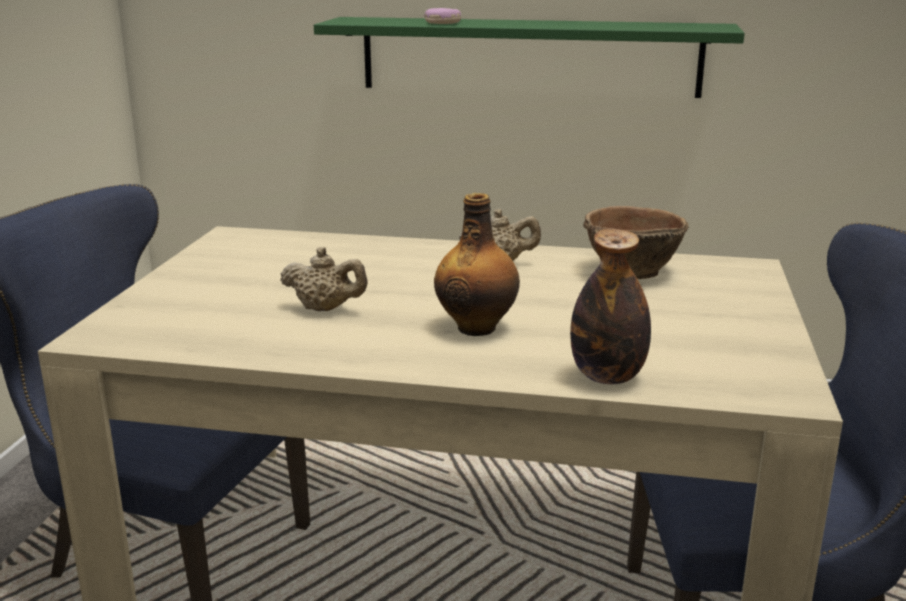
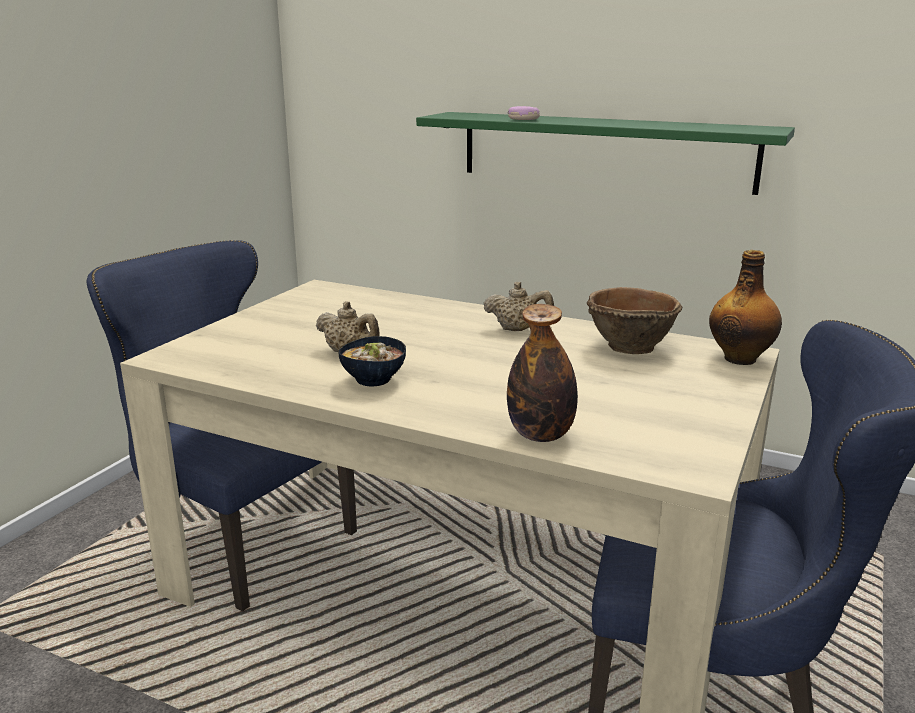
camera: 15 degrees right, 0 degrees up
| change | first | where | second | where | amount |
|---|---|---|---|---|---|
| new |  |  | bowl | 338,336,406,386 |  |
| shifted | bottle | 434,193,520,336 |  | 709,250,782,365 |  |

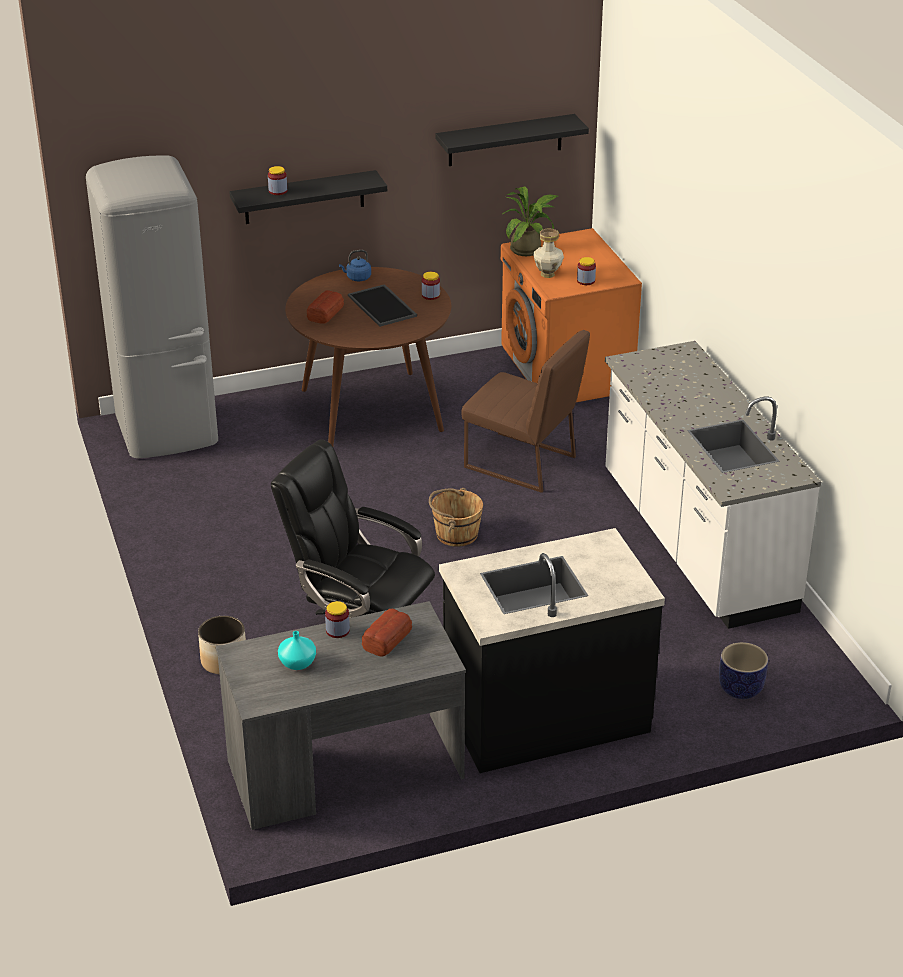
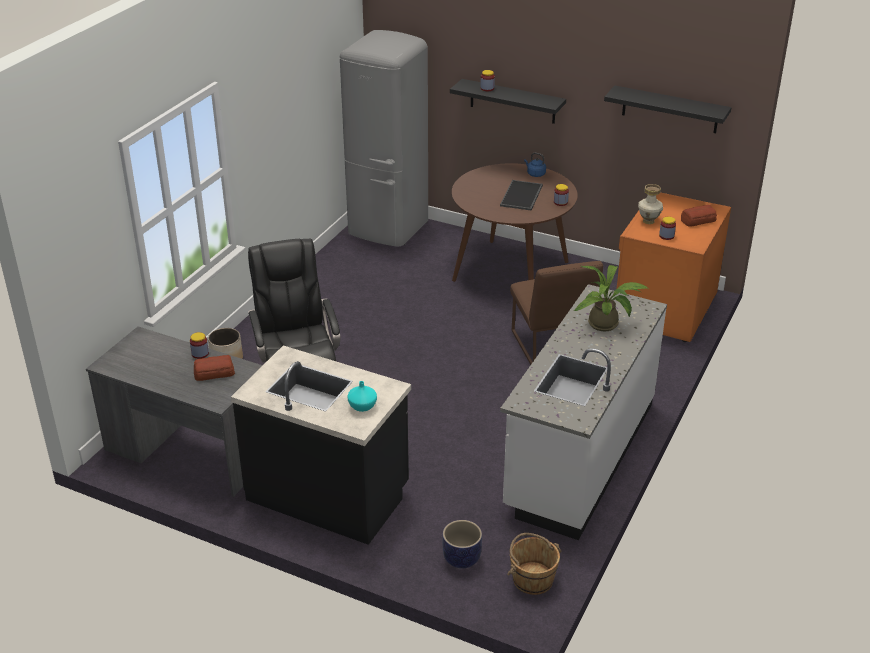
camera: 45 degrees right, 0 degrees up
| change | first | where | second | where | amount |
|---|---|---|---|---|---|
| shifted | turquoise vase | 278,631,316,670 |  | 347,381,377,412 |  |
| shifted | brown bucket | 429,488,483,547 |  | 507,533,561,595 |  |
| shifted | potted plant | 503,187,558,256 |  | 573,265,649,331 |  |
| shifted | bread | 307,290,344,324 |  | 681,205,717,226 |  |

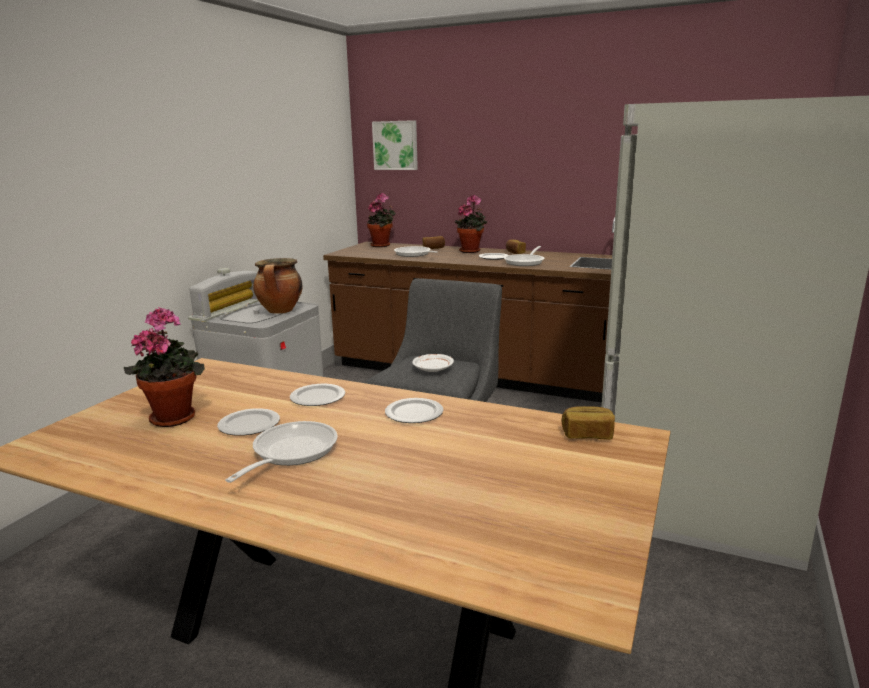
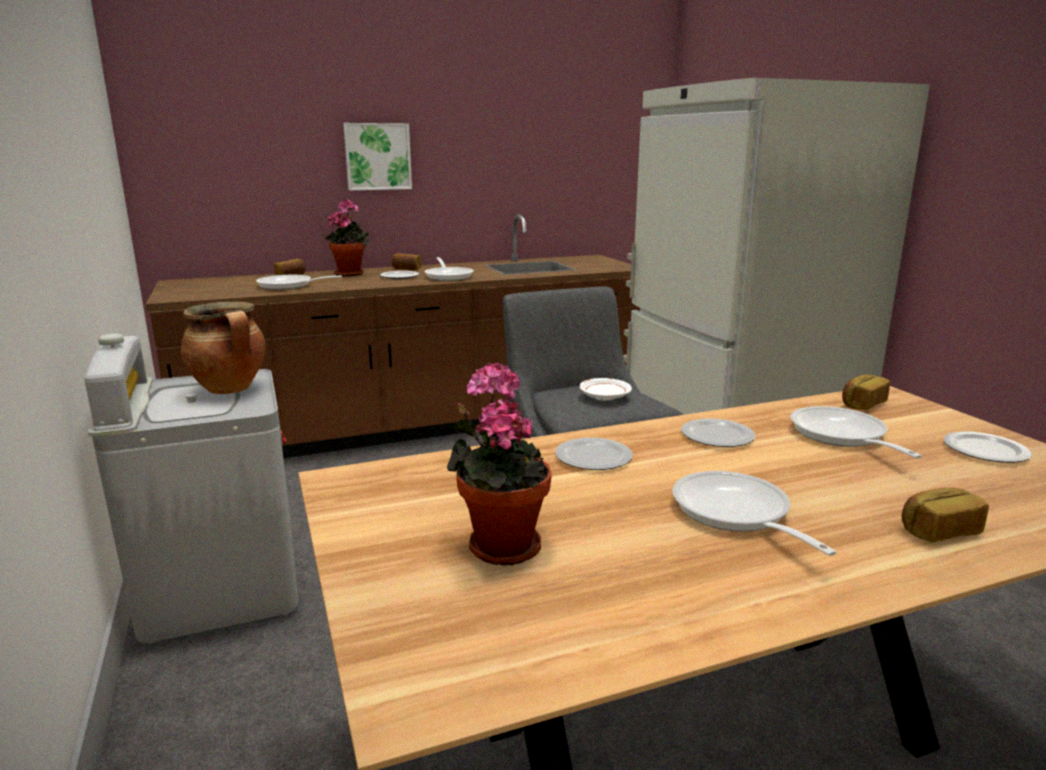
camera: 45 degrees left, 0 degrees up
| change | first | where | second | where | amount |
|---|---|---|---|---|---|
| shifted | picture | 372,120,418,170 |  | 343,123,412,190 |  |
| new |  |  | frying pan | 790,406,922,459 |  |
| new |  |  | bread | 901,488,989,543 |  |
| shifted | plate | 217,408,280,436 |  | 944,431,1032,463 |  |
| gone | potted plant | 367,193,396,247 |  |  |  |

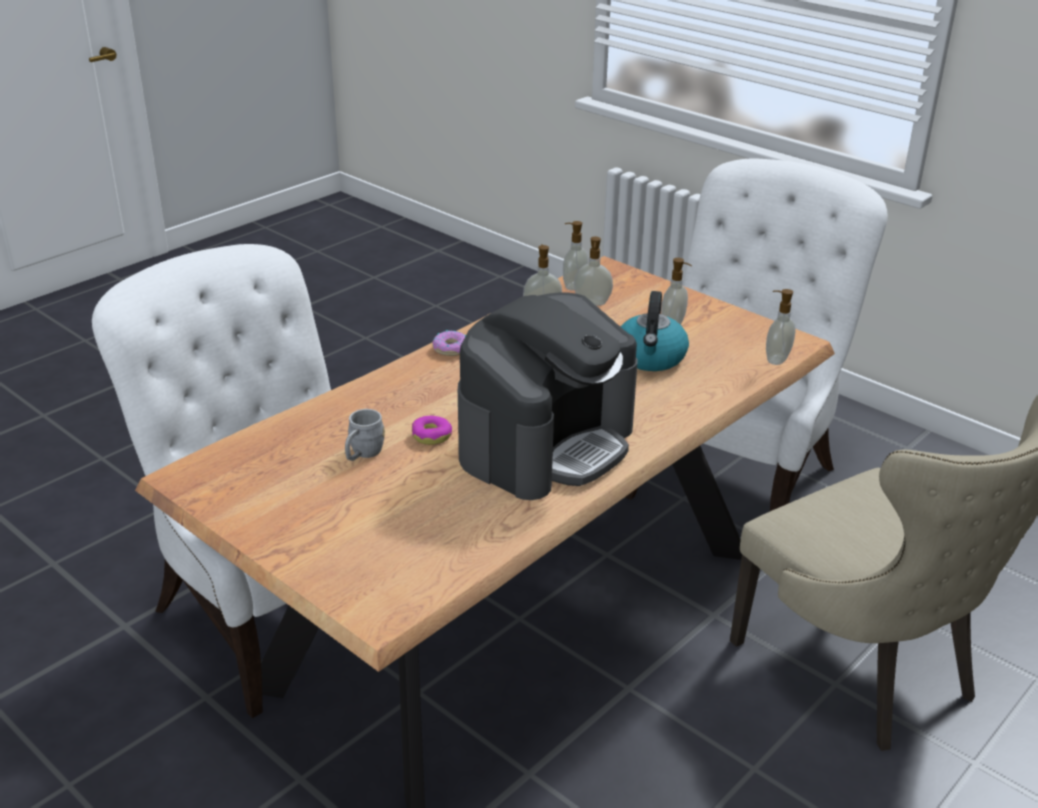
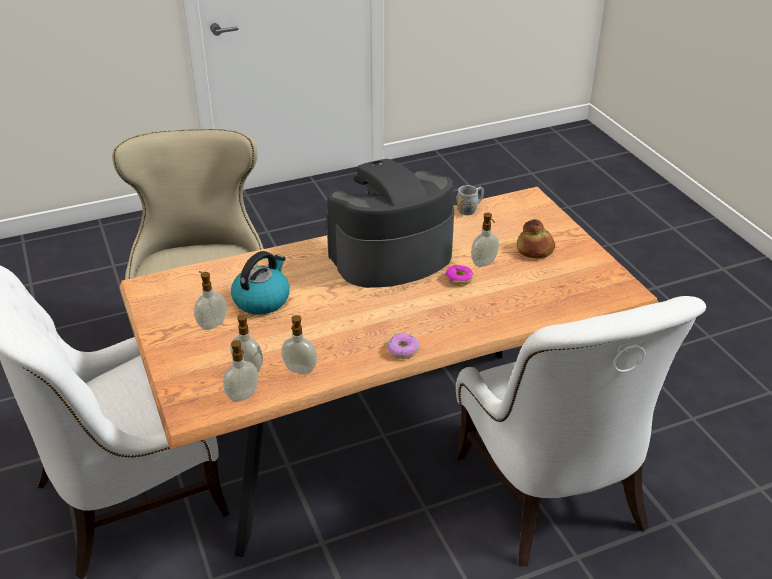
camera: 155 degrees left, 5 degrees up
| change | first | where | second | where | amount |
|---|---|---|---|---|---|
| shifted | grey mug | 345,409,385,461 |  | 456,185,484,215 |  |
| shifted | soap dispenser | 766,289,796,365 |  | 471,213,499,267 |  |
| new |  |  | bread | 517,219,555,258 |  |

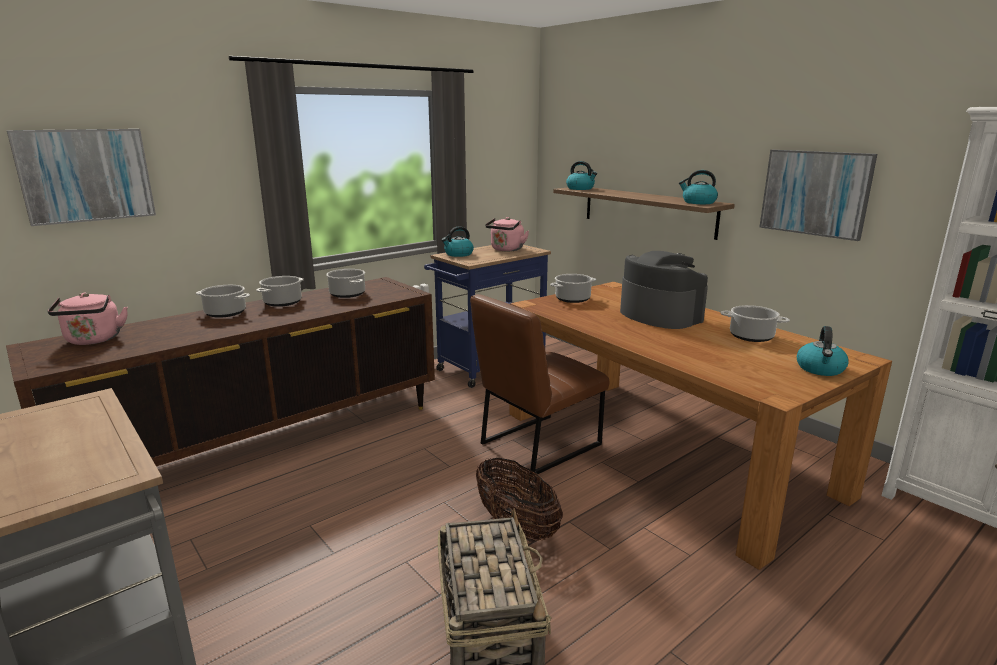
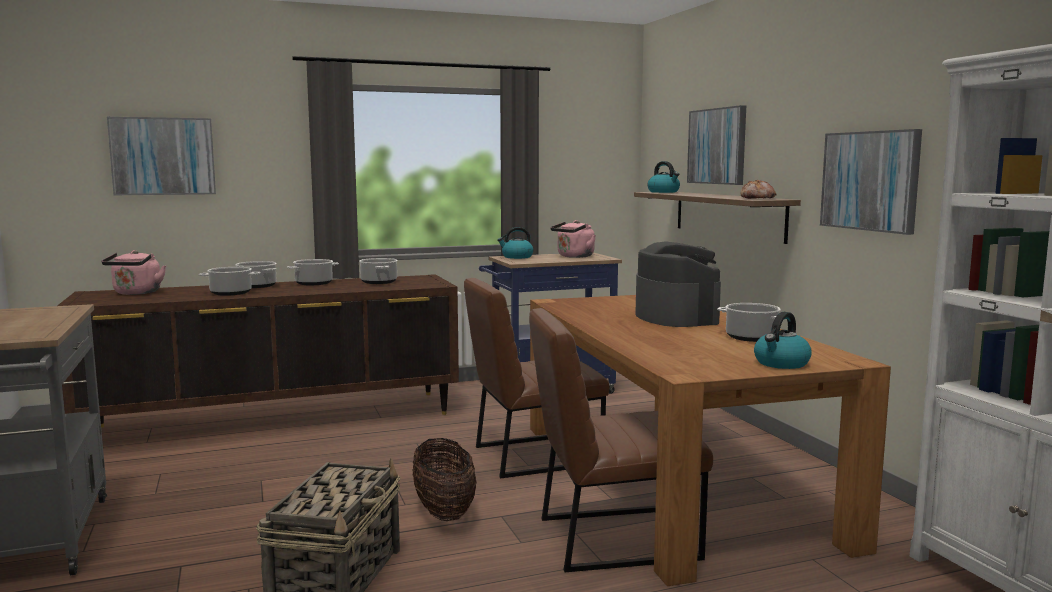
camera: 20 degrees right, 10 degrees down
| change | first | where | second | where | amount |
|---|---|---|---|---|---|
| shifted | cooking pot | 550,274,596,303 |  | 198,267,261,296 |  |
| new |  |  | brown chair | 529,308,713,572 |  |
| new |  |  | picture | 687,105,746,185 |  |
| swapped | kettle | 679,170,718,204 | bread | 741,180,776,199 |  |

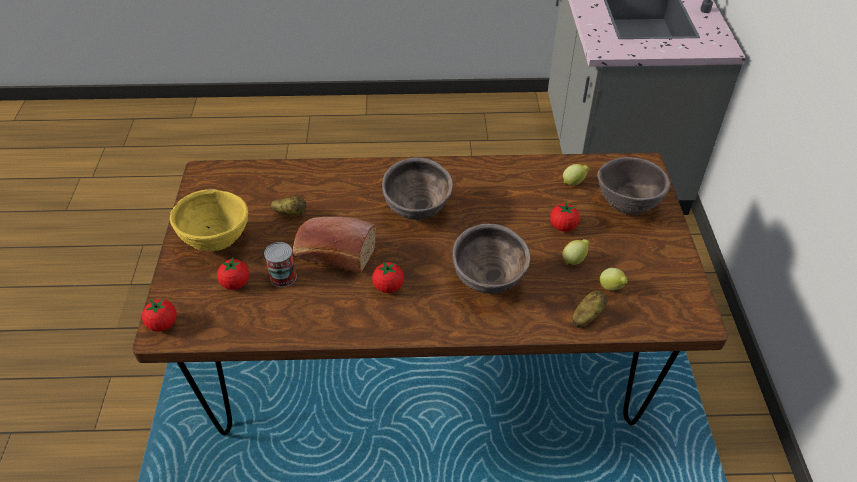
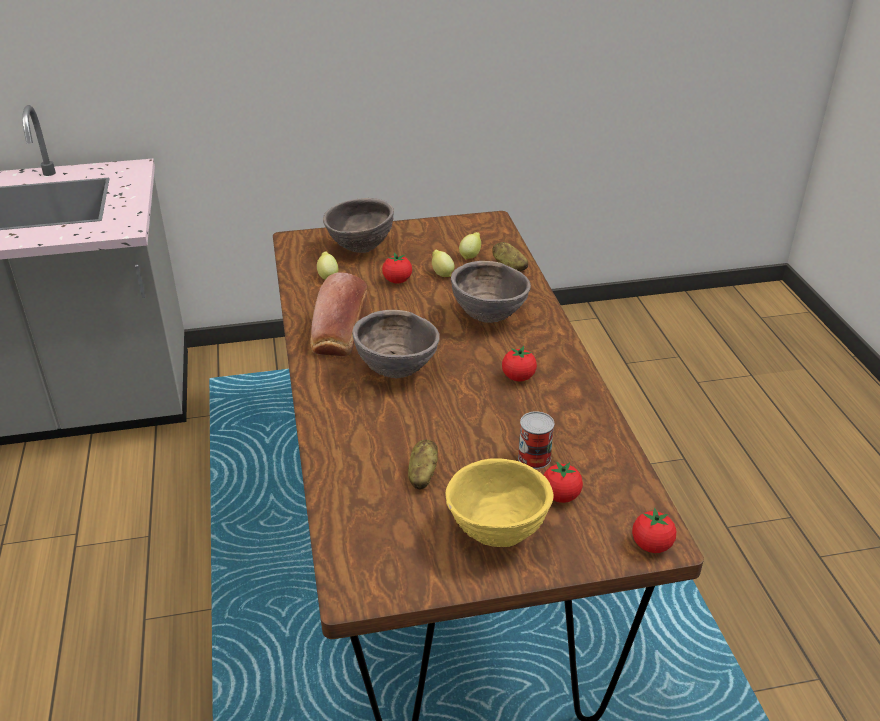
camera: 100 degrees left, 10 degrees down
| change | first | where | second | where | amount |
|---|---|---|---|---|---|
| shifted | bread | 293,217,376,273 |  | 310,272,367,356 |  |

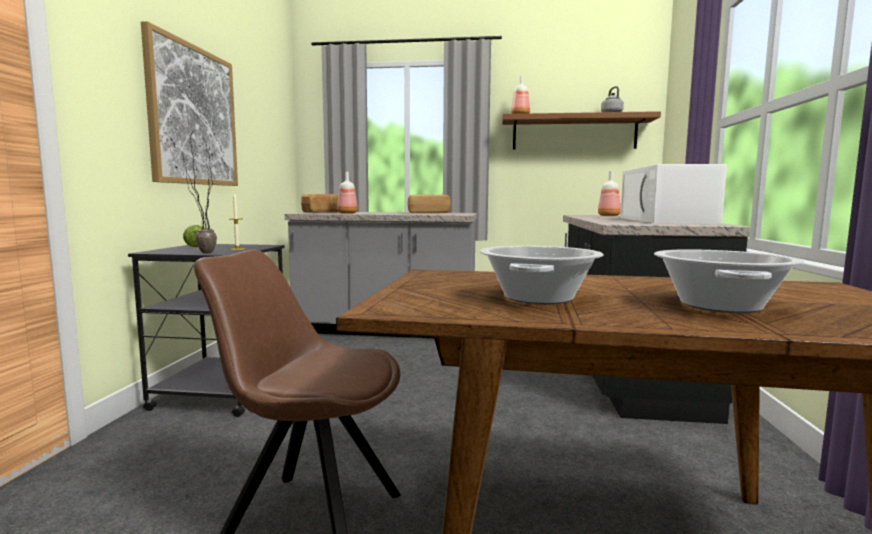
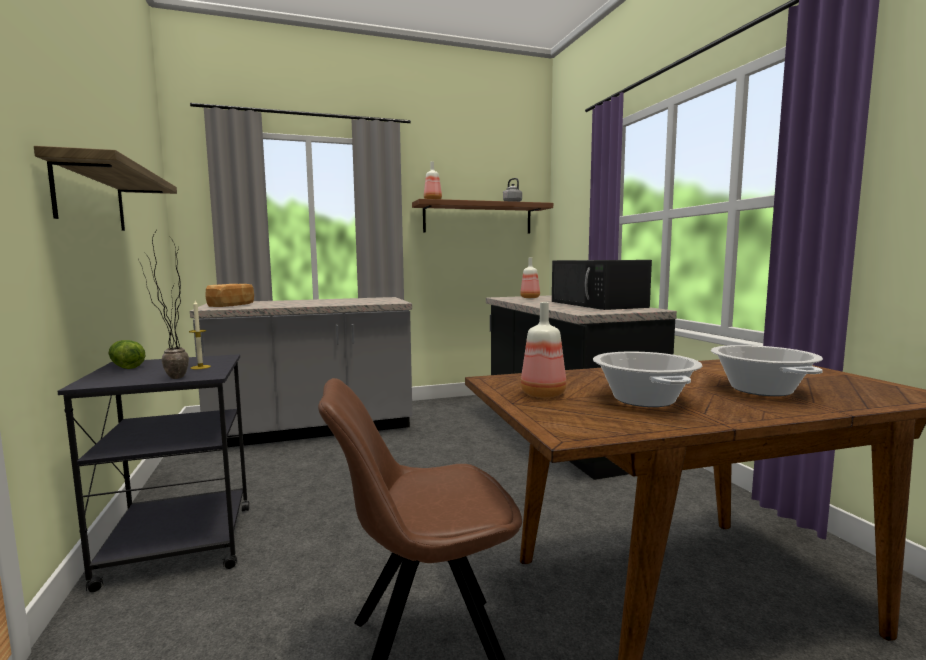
camera: 25 degrees left, 0 degrees up
| change | first | where | second | where | amount |
|---|---|---|---|---|---|
| swapped | picture | 141,21,238,186 | shelf | 34,146,177,231 |  |
| shifted | bottle | 337,172,358,214 |  | 521,302,567,398 |  |
| repainted | white microwave | 620,164,727,224 | black microwave | 552,260,652,310 |  |
| gone | bread | 408,195,451,213 |  |  |  |

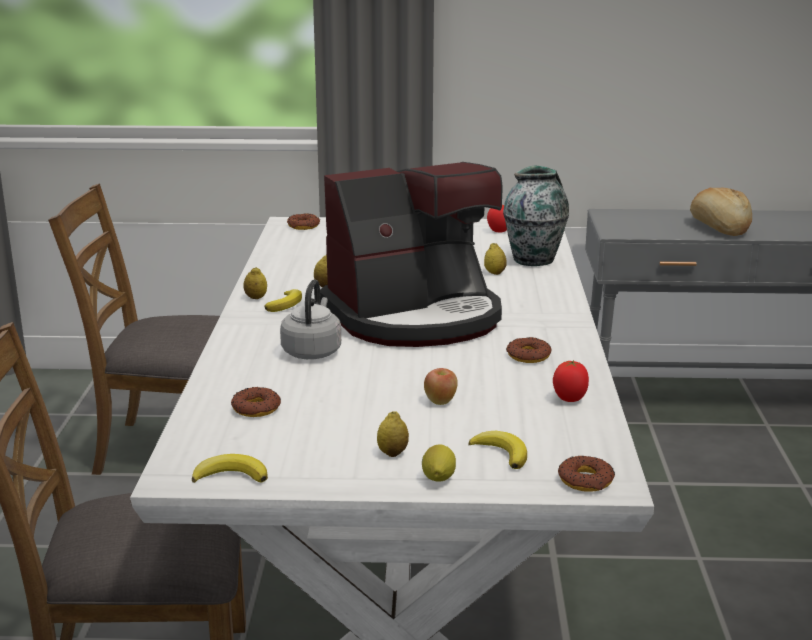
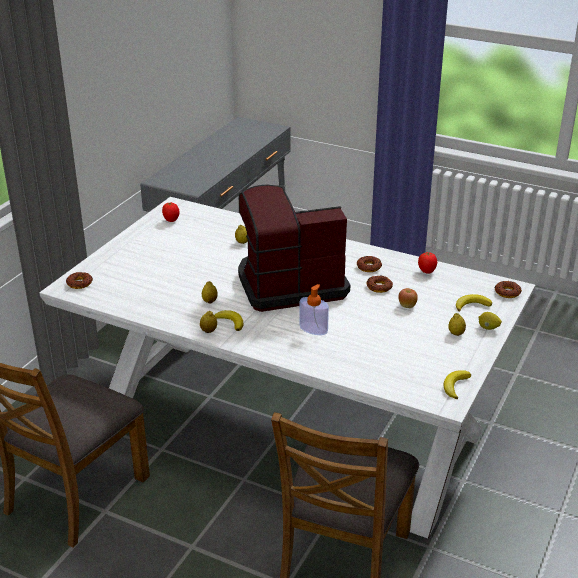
camera: 65 degrees left, 10 degrees up
| change | first | where | second | where | amount |
|---|---|---|---|---|---|
| rotated | coffee machine | 320,162,503,347 |  | 238,185,350,312 | 105 degrees counterclockwise |
| swapped | grey kettle | 280,280,341,359 | soap dispenser | 299,284,329,335 |  |
| shifted | donut | 231,387,281,417 |  | 366,276,393,293 |  |
| gone | vase | 503,166,569,266 |  |  |  |
| gone | bread | 690,188,752,236 |  |  |  |

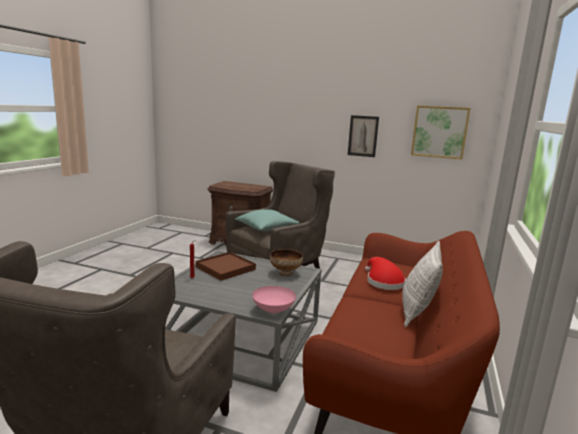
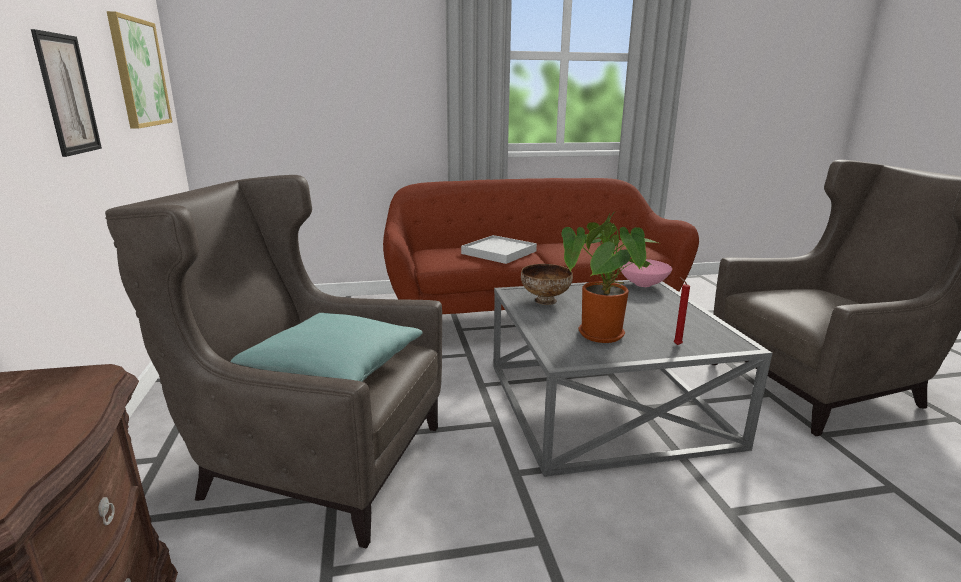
camera: 120 degrees left, 5 degrees up
| change | first | where | second | where | amount |
|---|---|---|---|---|---|
| swapped | red hat | 365,257,406,290 | white tray | 461,235,537,264 |  |
| swapped | brown tray | 196,252,256,281 | potted plant | 561,212,658,343 |  |
| gone | pillow | 402,241,443,327 |  |  |  |

